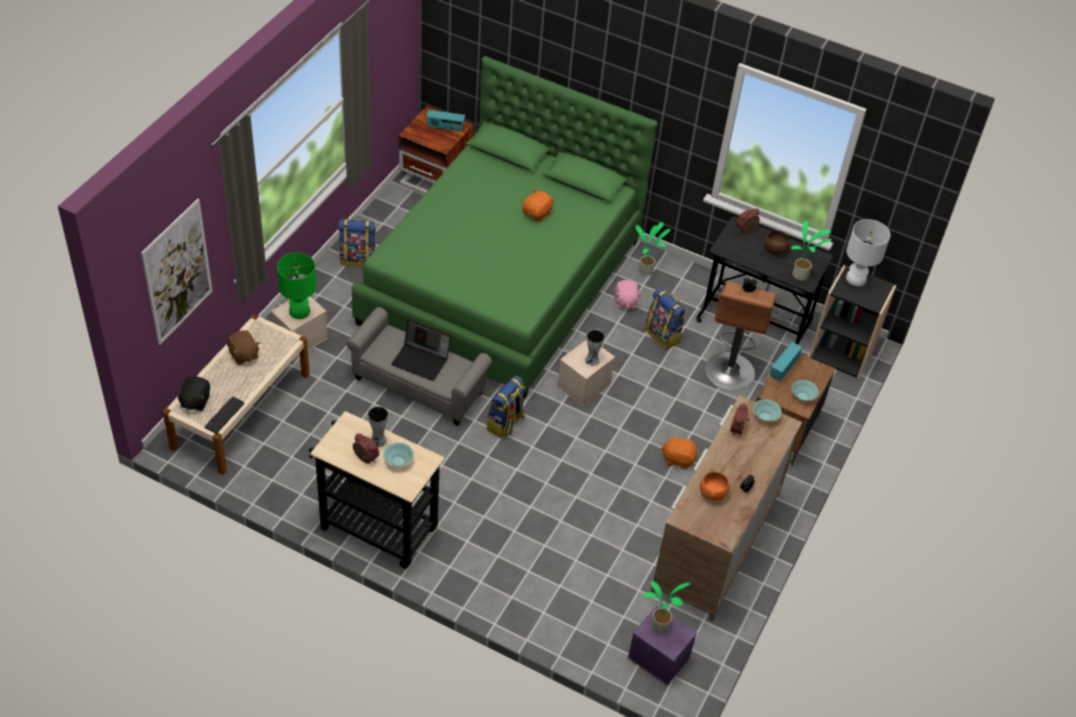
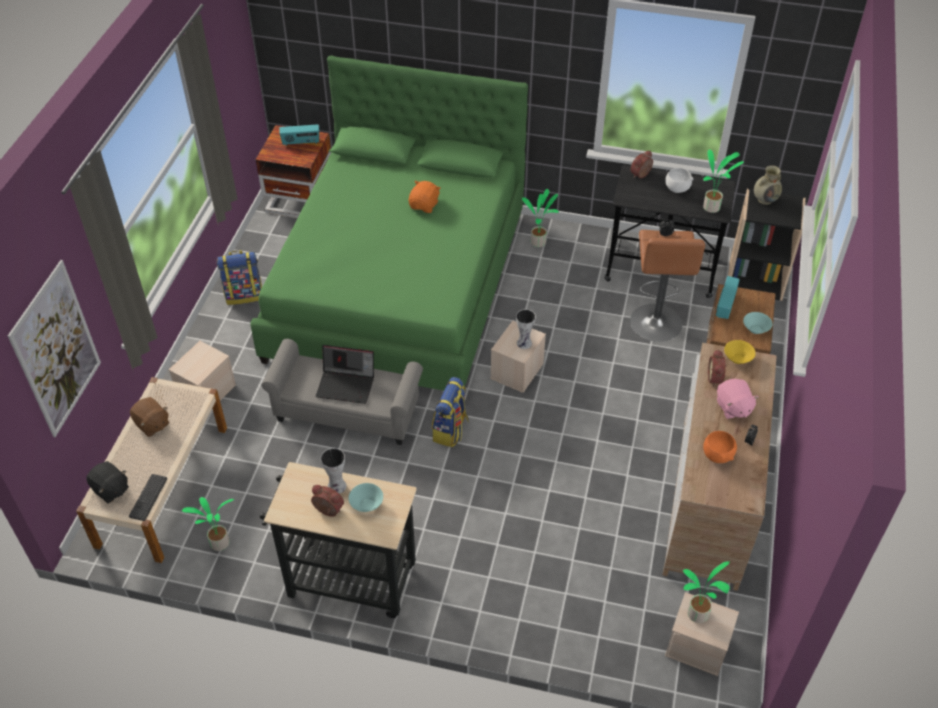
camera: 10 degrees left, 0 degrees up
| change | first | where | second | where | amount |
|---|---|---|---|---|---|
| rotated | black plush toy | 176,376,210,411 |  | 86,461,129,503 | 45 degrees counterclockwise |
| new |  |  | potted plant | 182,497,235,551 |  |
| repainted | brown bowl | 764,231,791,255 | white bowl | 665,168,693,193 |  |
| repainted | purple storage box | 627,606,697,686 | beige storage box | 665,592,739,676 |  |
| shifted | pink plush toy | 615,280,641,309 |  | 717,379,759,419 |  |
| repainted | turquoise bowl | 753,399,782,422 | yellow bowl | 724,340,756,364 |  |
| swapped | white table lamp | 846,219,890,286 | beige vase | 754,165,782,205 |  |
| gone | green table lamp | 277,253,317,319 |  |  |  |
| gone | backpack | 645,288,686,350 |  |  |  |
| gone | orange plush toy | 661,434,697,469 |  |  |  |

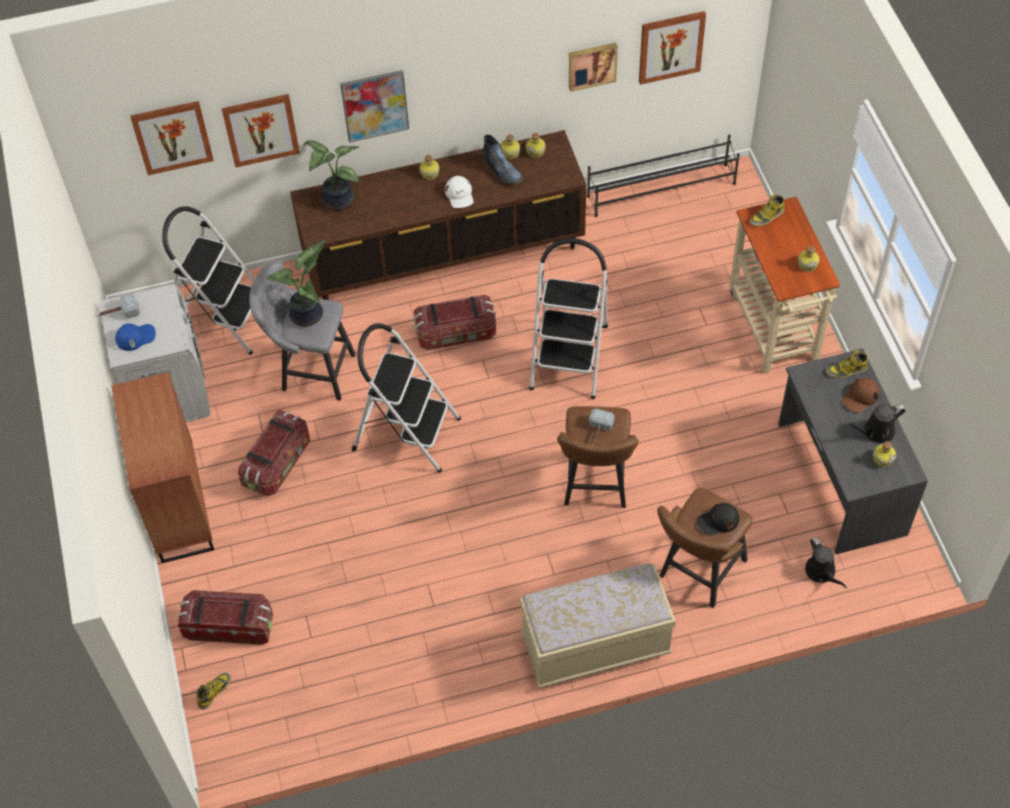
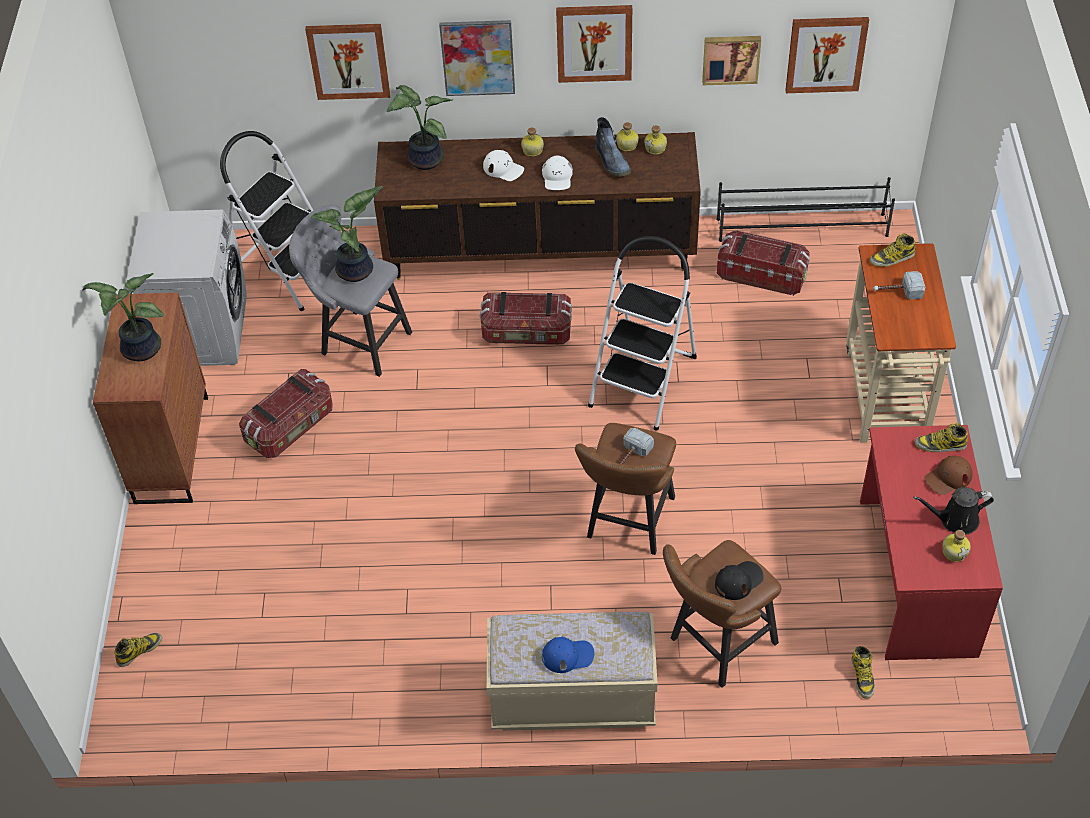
camera: 15 degrees right, 5 degrees down
| change | first | where | second | where | amount |
|---|---|---|---|---|---|
| new |  |  | potted plant | 82,273,164,361 |  |
| new |  |  | white cap | 483,150,524,181 |  |
| shifted | blue cap | 115,323,156,351 |  | 542,637,594,673 |  |
| shifted | picture | 130,101,214,175 |  | 556,5,632,83 |  |
| rotated | black cap | 697,503,740,536 |  | 715,561,764,600 | 150 degrees clockwise |
| shifted | storage box | 178,590,273,645 |  | 717,230,810,296 |  |
| swapped | black watering can | 805,537,847,588 | boot | 851,646,875,699 |  |
| repainted | grey desk | 778,348,928,554 | red desk | 860,425,1003,660 |  |
| shifted | hammer | 95,293,140,318 |  | 873,271,926,299 |  |
| gone | step ladder | 352,323,461,473 |  |  |  |
| gone | bottle | 798,246,820,272 |  |  |  |

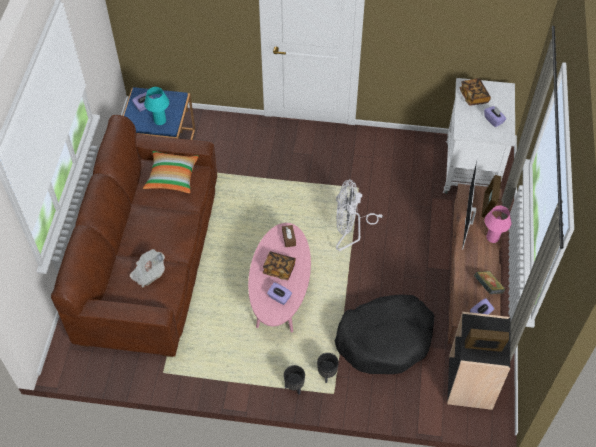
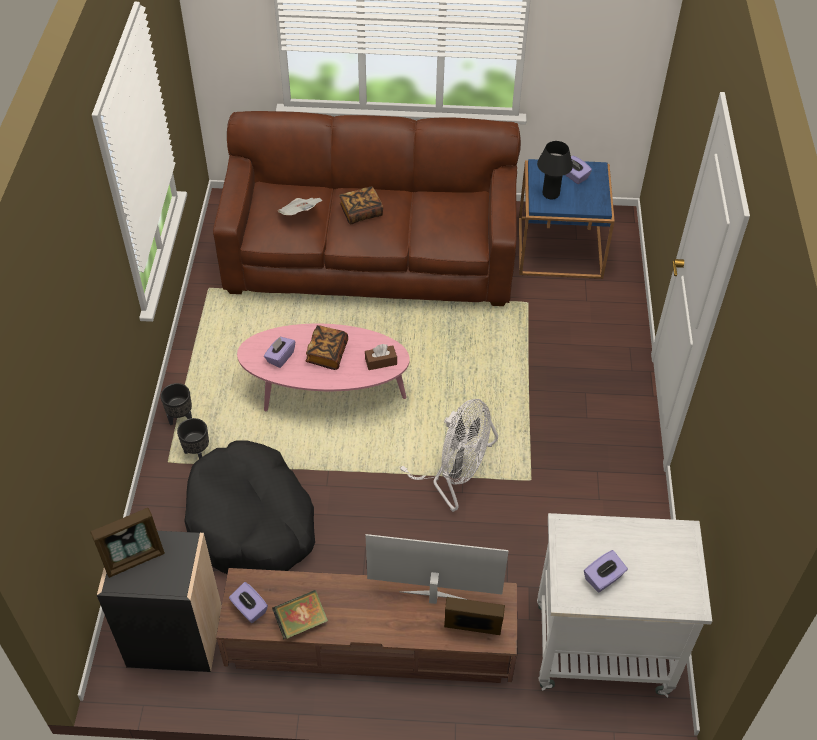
camera: 85 degrees right, 5 degrees down
| change | first | where | second | where | amount |
|---|---|---|---|---|---|
| rotated | picture frame | 465,329,509,352 |  | 90,508,165,578 | 60 degrees clockwise |
| shifted | book | 459,78,491,106 |  | 339,186,383,224 |  |
| rotated | white fan | 336,179,383,251 |  | 400,399,498,512 | 120 degrees clockwise |
| repainted | turquoise table lamp | 144,87,169,125 | black table lamp | 537,141,573,199 |  |
| gone | pillow | 143,151,199,193 |  |  |  |
| gone | pink table lamp | 485,206,511,243 |  |  |  |

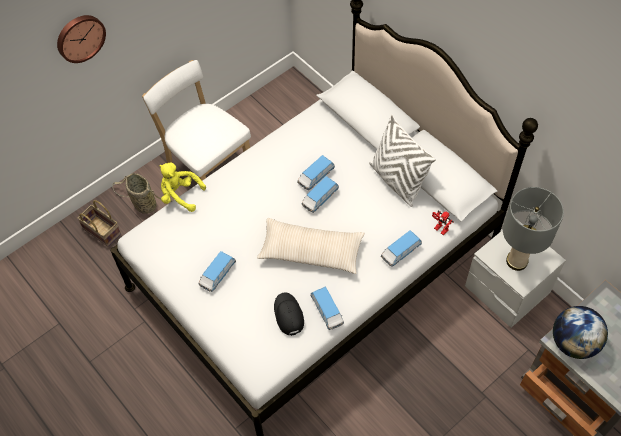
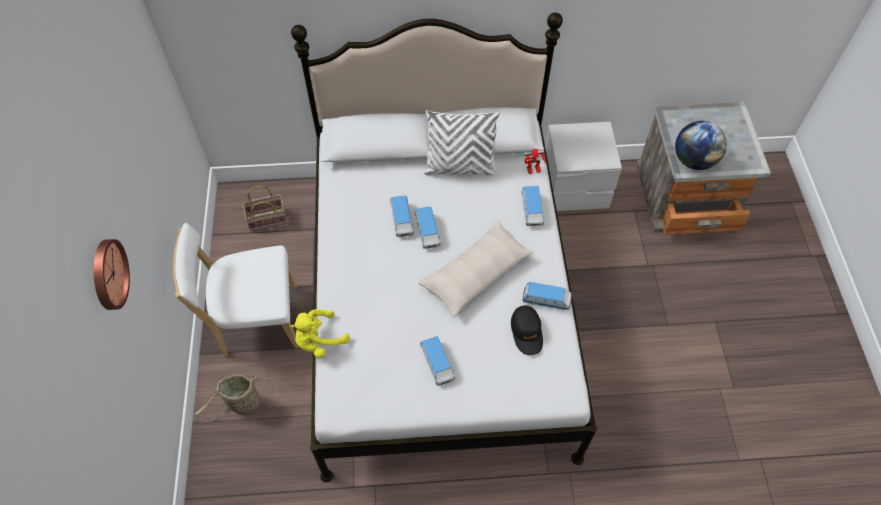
camera: 55 degrees left, 0 degrees up
| change | first | where | second | where | amount |
|---|---|---|---|---|---|
| shifted | basket | 77,200,121,247 |  | 242,185,287,232 |  |
| rotated | black cap | 274,293,304,336 |  | 511,306,543,355 | 120 degrees counterclockwise |
| gone | grey table lamp | 503,187,564,271 |  |  |  |

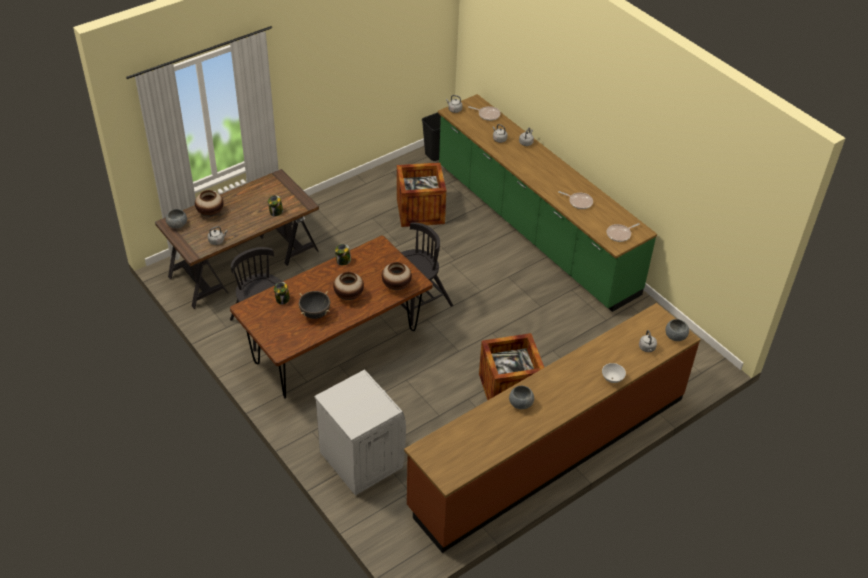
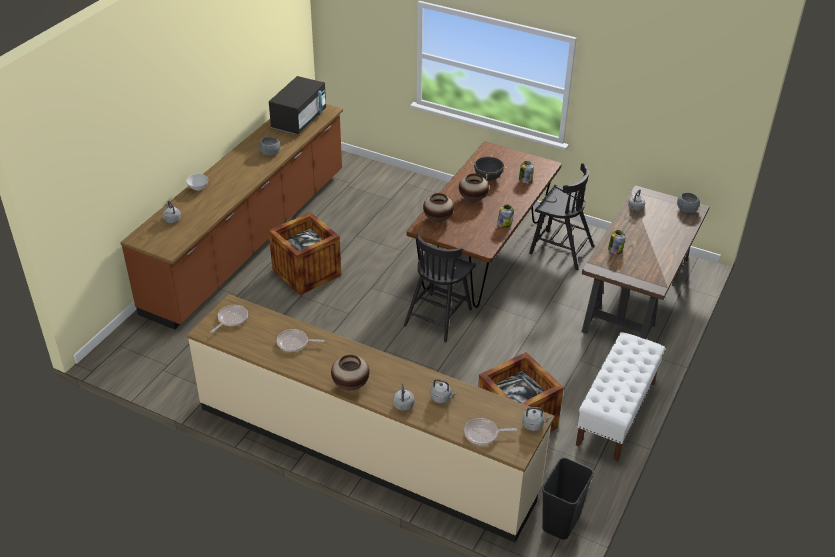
camera: 155 degrees right, 5 degrees down
| change | first | where | second | where | amount |
|---|---|---|---|---|---|
| repainted | green counter | 438,94,657,312 | beige counter | 187,294,555,542 |  |
| new |  |  | black microwave | 269,76,326,134 |  |
| shifted | vase | 195,190,223,217 |  | 331,355,369,390 |  |
| new |  |  | white bench | 576,332,665,461 |  |
| gone | white washing machine | 314,369,406,496 |  |  |  |
| gone | grey bowl | 665,319,689,341 |  |  |  |

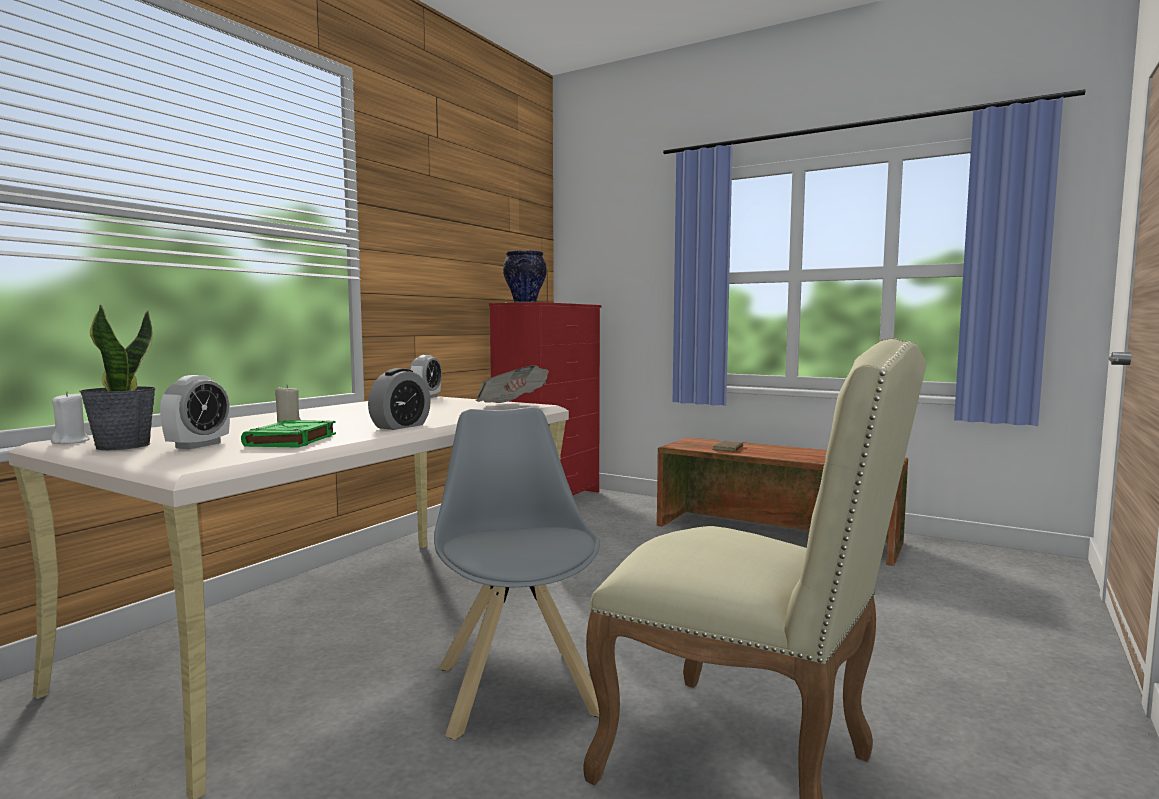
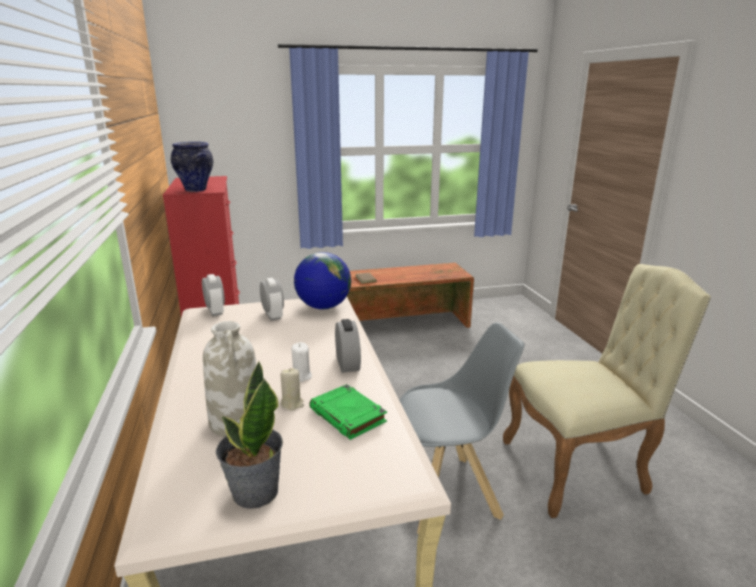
camera: 45 degrees left, 15 degrees up
| change | first | where | second | where | amount |
|---|---|---|---|---|---|
| new |  |  | white vase | 203,321,257,437 |  |
| shifted | alarm clock | 160,375,230,449 |  | 260,278,284,321 |  |
| shifted | white candle | 51,392,90,444 |  | 291,342,312,382 |  |
| swapped | newspaper | 476,365,549,403 | globe | 294,252,351,309 |  |
| rotated | grey chair | 434,407,600,740 |  | 399,322,525,534 | 135 degrees clockwise |

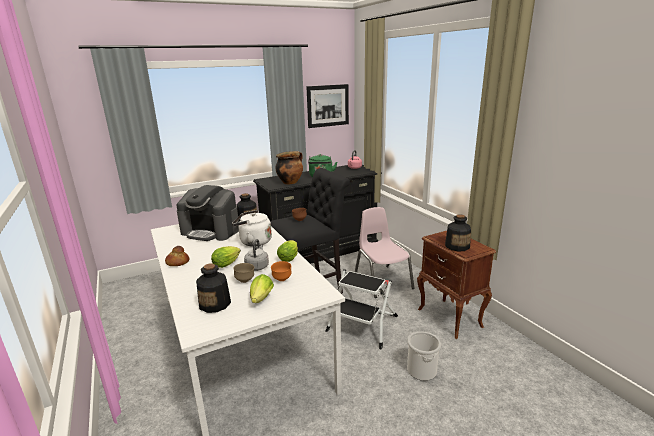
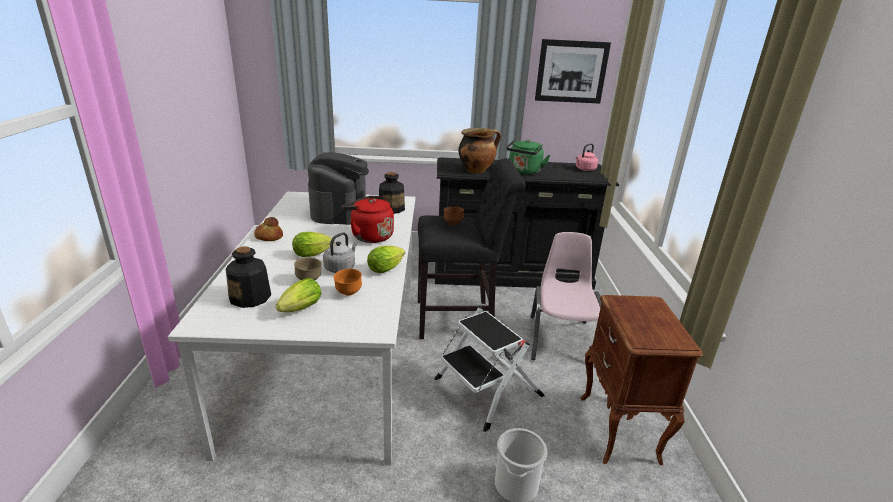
camera: 25 degrees right, 5 degrees up
| change | first | where | second | where | amount |
|---|---|---|---|---|---|
| rotated | coffee machine | 176,185,239,241 |  | 308,152,369,225 | 135 degrees counterclockwise |
| repainted | white kettle | 232,210,272,247 | red kettle | 342,196,394,243 |  |
| gone | bottle | 445,214,471,252 |  |  |  |

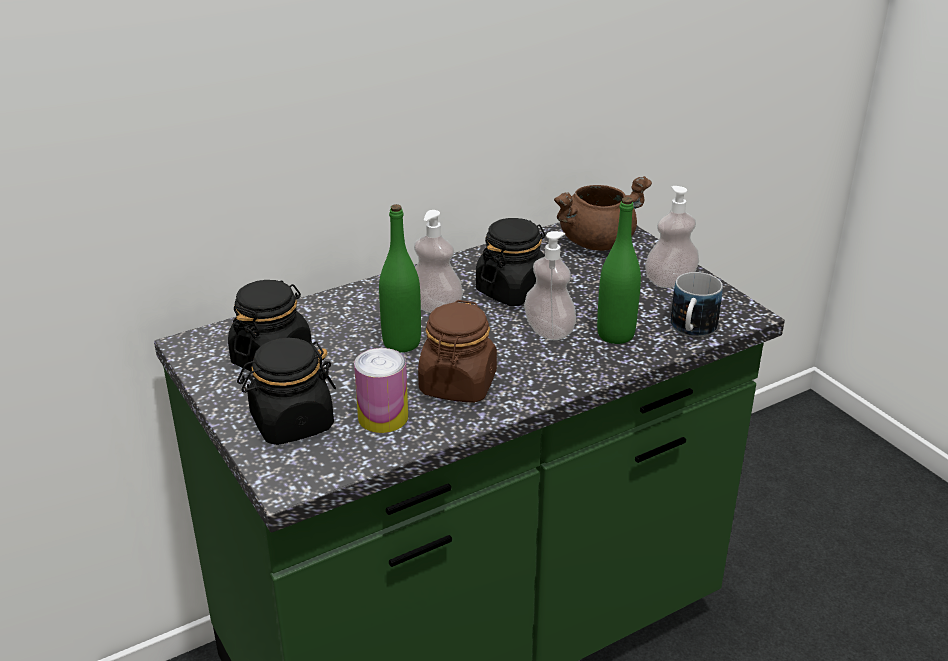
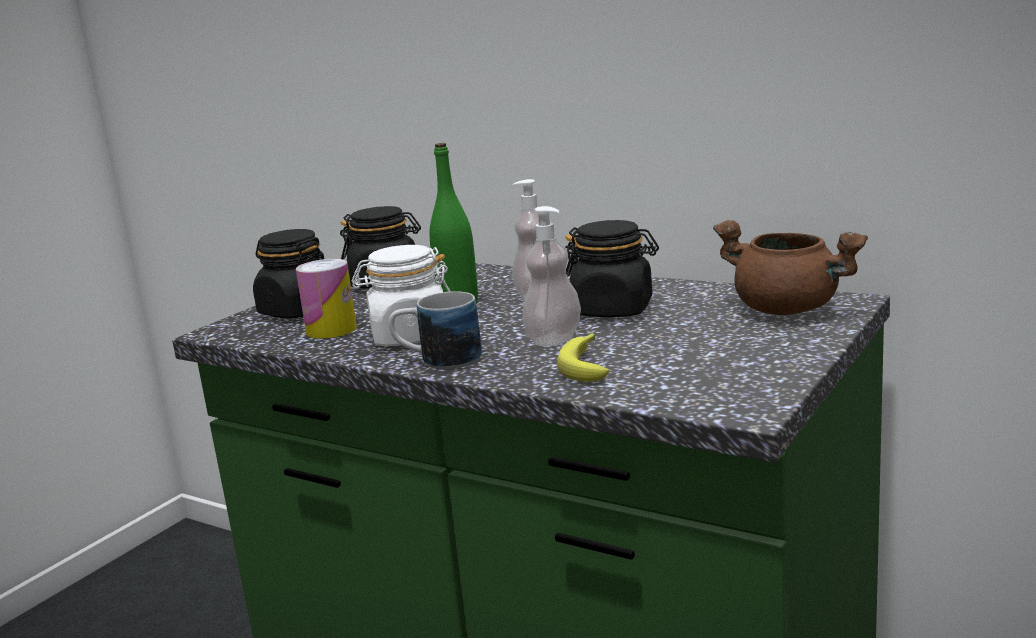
camera: 65 degrees right, 15 degrees down
| change | first | where | second | where | amount |
|---|---|---|---|---|---|
| repainted | brown jar | 418,300,497,403 | white jar | 352,245,451,346 |  |
| shifted | mug | 670,272,723,337 |  | 389,291,482,369 |  |
| swapped | green bottle | 597,197,641,344 | banana | 557,333,609,382 |  |
| gone | soap dispenser | 645,186,699,288 |  |  |  |

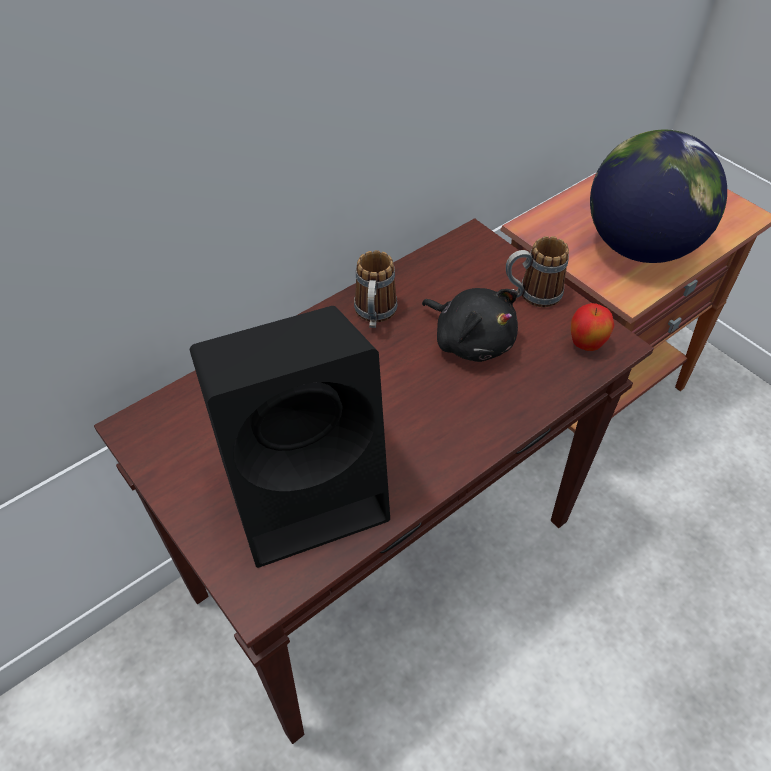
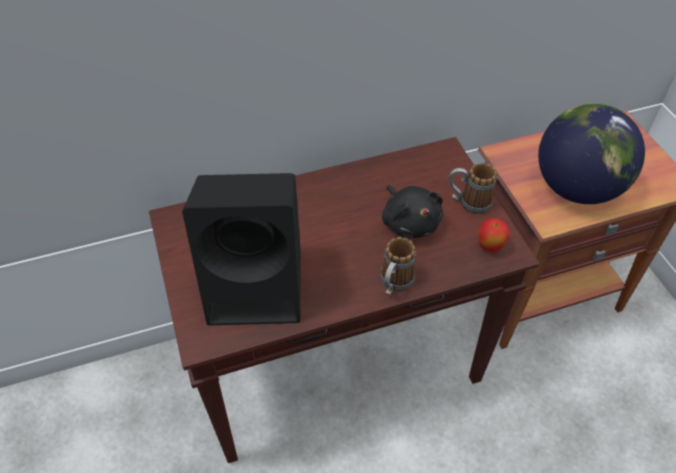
camera: 20 degrees right, 0 degrees up
| change | first | where | second | where | amount |
|---|---|---|---|---|---|
| shifted | mug | 354,250,398,328 |  | 380,237,416,295 |  |

